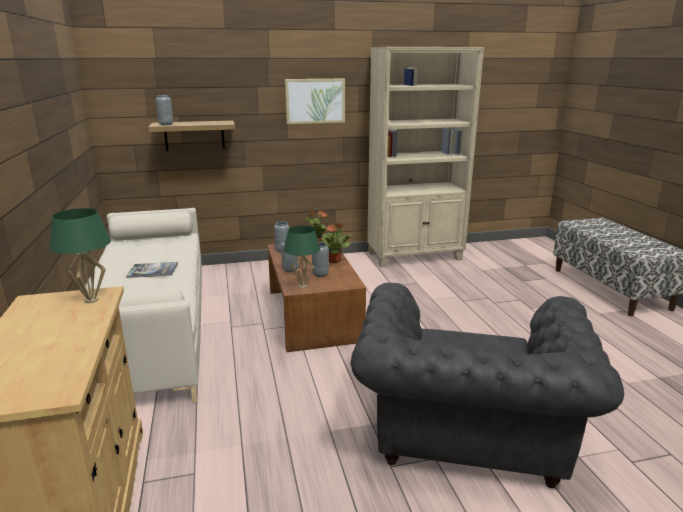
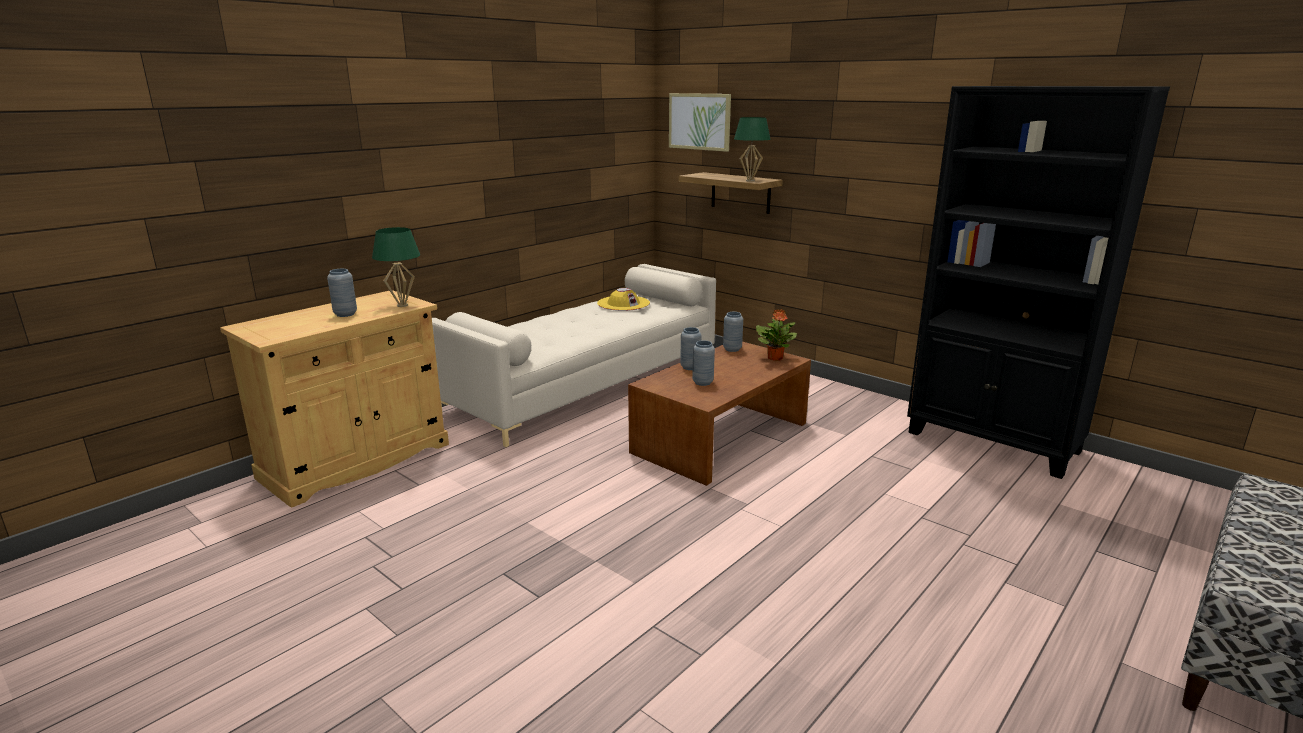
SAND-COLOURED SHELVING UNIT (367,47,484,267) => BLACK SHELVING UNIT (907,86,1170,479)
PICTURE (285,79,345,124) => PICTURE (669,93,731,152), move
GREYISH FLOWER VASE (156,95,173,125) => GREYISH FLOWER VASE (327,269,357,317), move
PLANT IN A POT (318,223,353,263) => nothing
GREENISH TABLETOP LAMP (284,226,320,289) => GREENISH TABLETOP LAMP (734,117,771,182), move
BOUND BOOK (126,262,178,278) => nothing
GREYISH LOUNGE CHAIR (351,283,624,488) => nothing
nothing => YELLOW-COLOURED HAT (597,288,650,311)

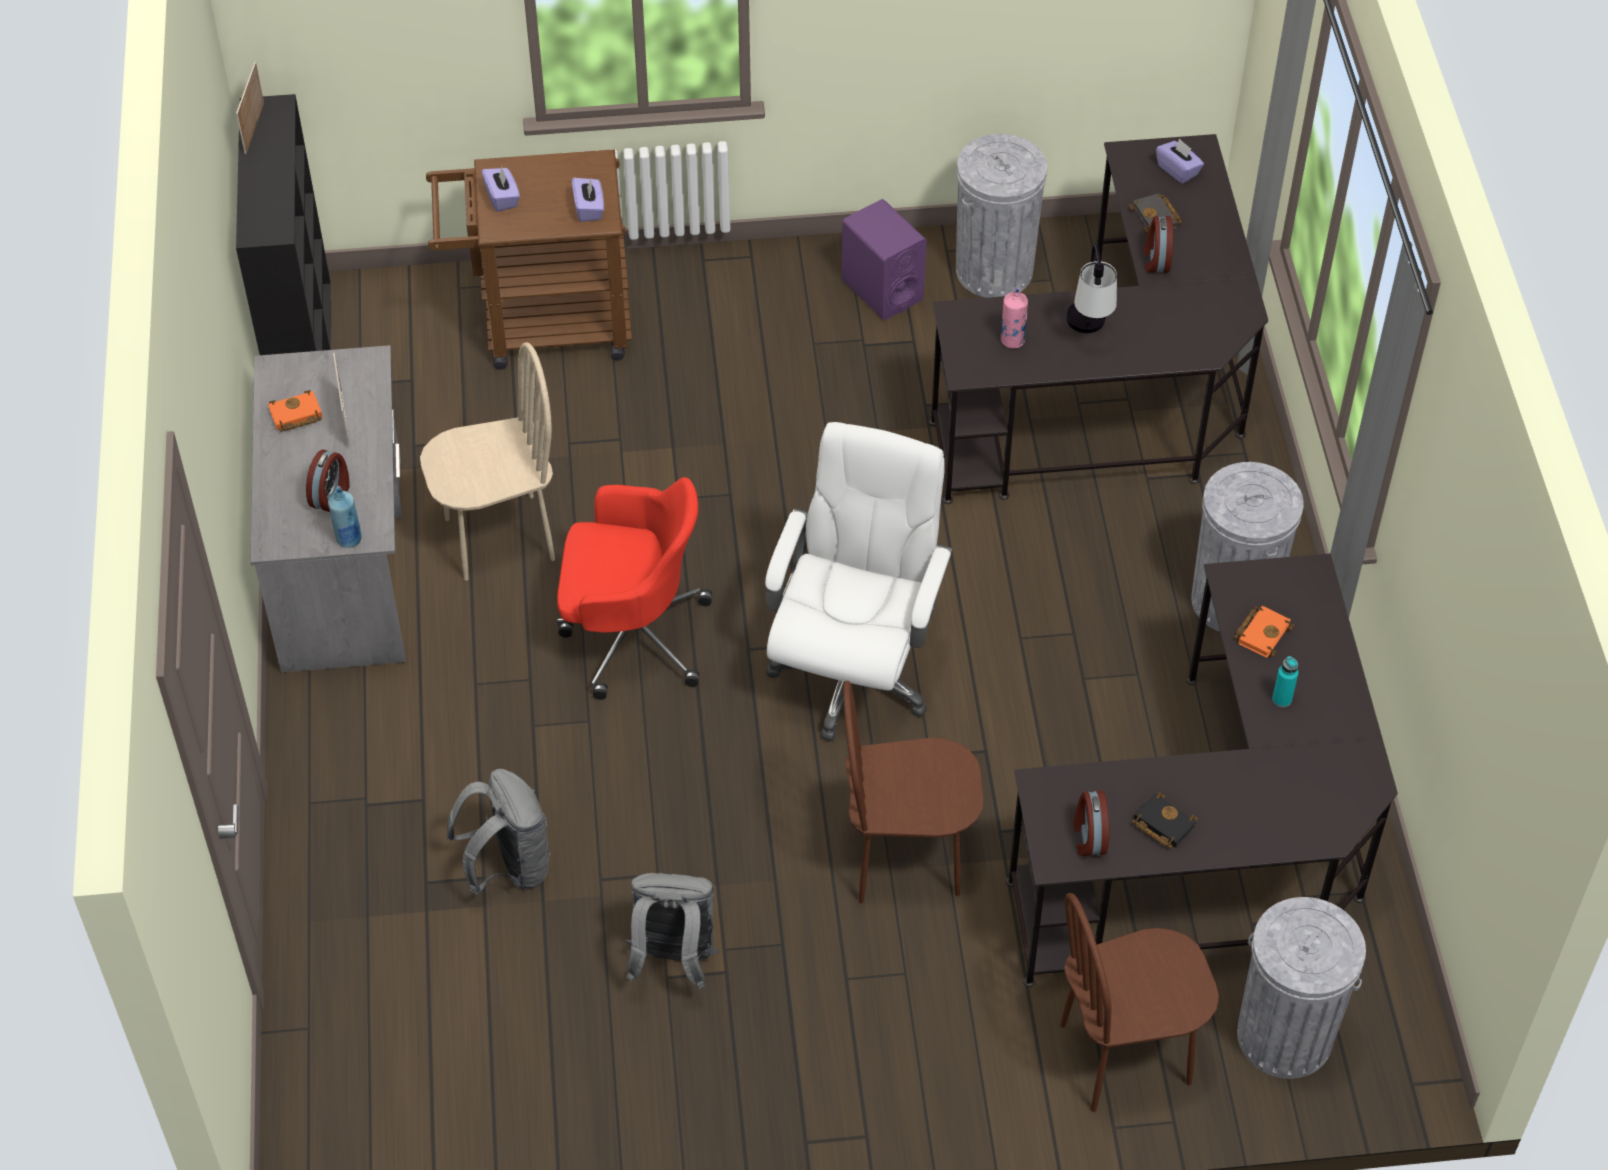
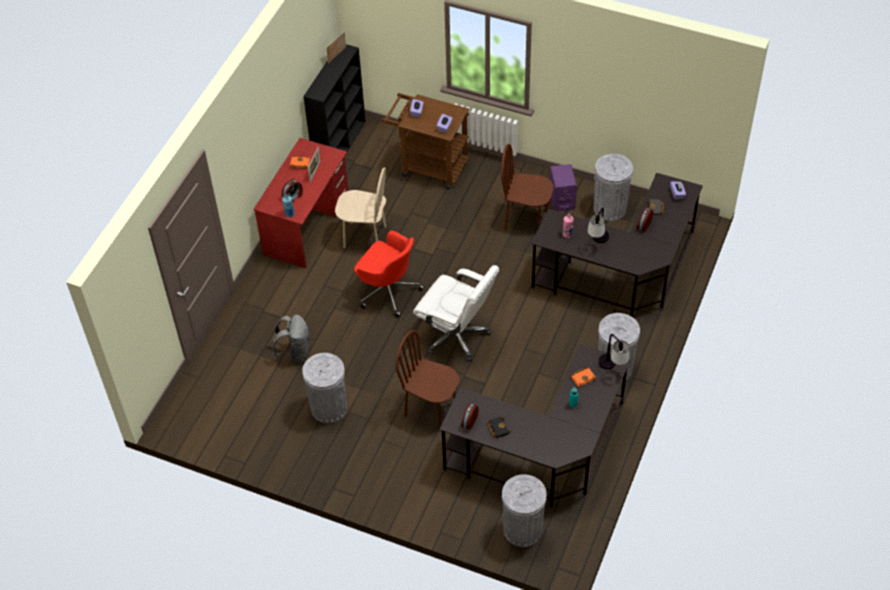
GREYISH DESK UNIT (250,345,406,673) => RED DESK UNIT (253,138,348,268)
WHITE OFFICE CHAIR (765,422,953,741) => WHITE OFFICE CHAIR (413,265,499,361), 75 degrees clockwise
GREYISH BACKPACK (625,873,718,989) => GREYISH TRASH CAN (302,353,347,423)
BROWN-COLOURED PLAIN CHAIR (1060,893,1219,1112) => BROWN-COLOURED PLAIN CHAIR (501,144,554,231), move
nothing => TABLETOP LAMP (599,334,629,369)

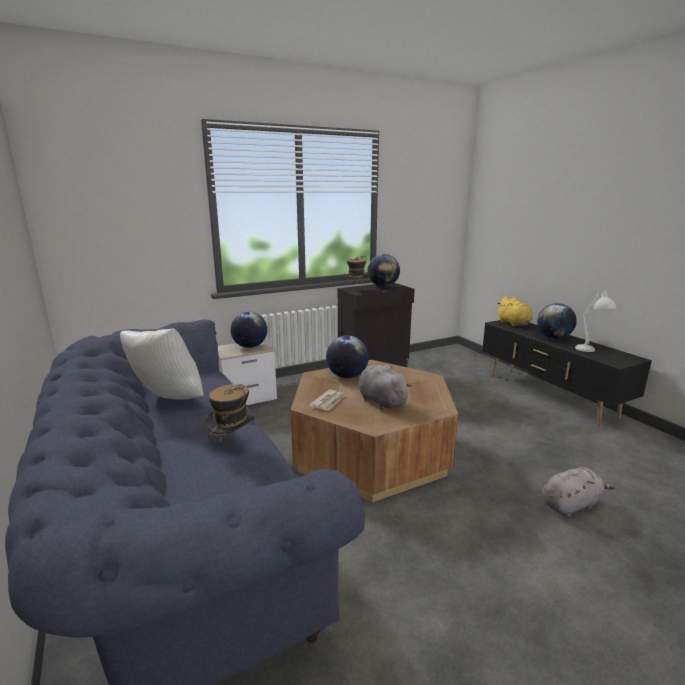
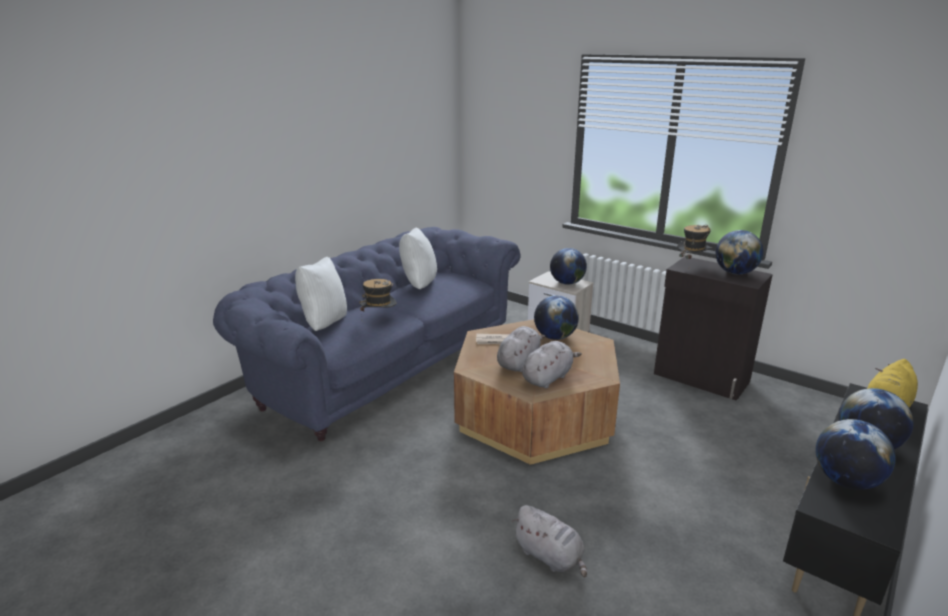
WHITE TABLETOP LAMP (575,288,616,352) => DESK GLOBE (815,419,896,490)
nothing => WHITE CUSHION (295,257,347,331)
nothing => GREYISH CUDDLY TOY (522,341,582,389)

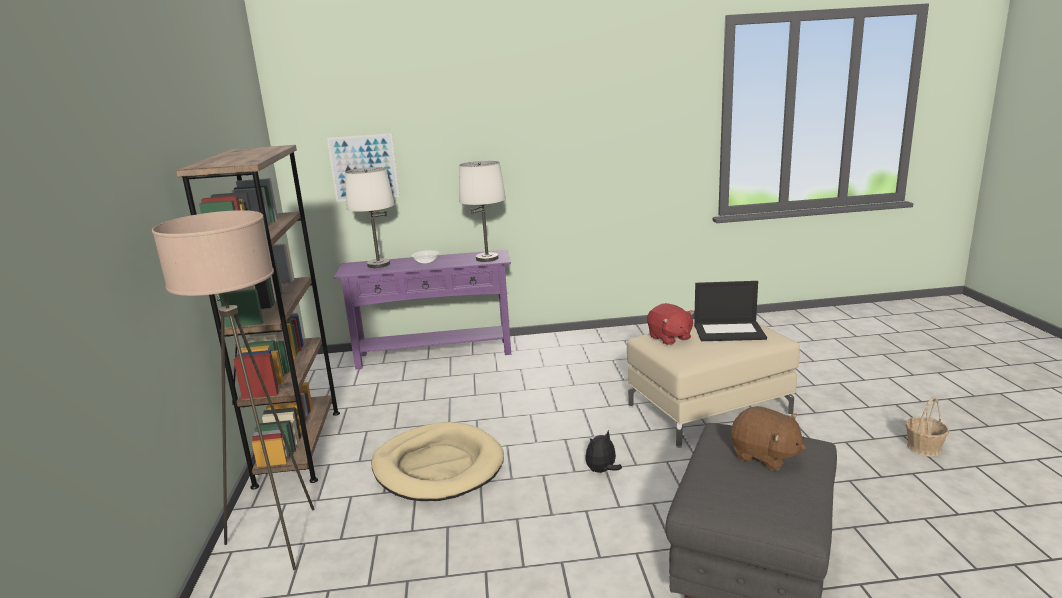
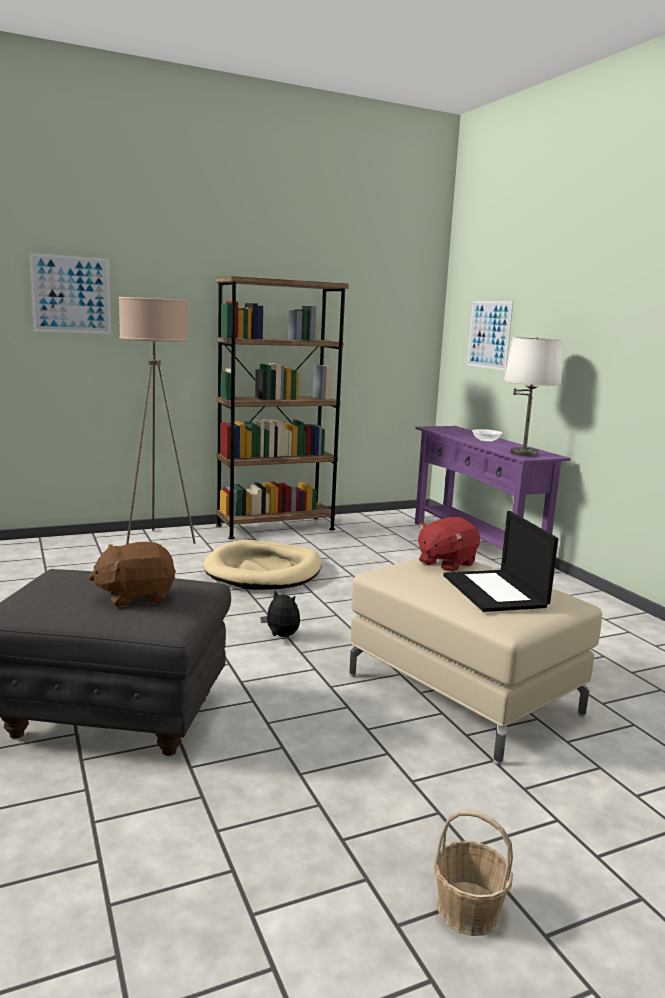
WHITE TABLETOP LAMP (345,167,395,268) => nothing
BROWN-COLOURED CUDDLY TOY (731,406,806,471) => BROWN-COLOURED CUDDLY TOY (89,542,176,607), 45 degrees clockwise
nothing => PICTURE (30,253,111,334)

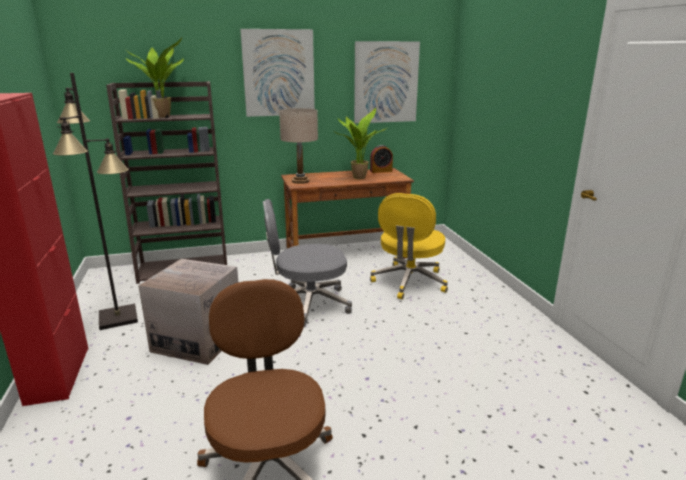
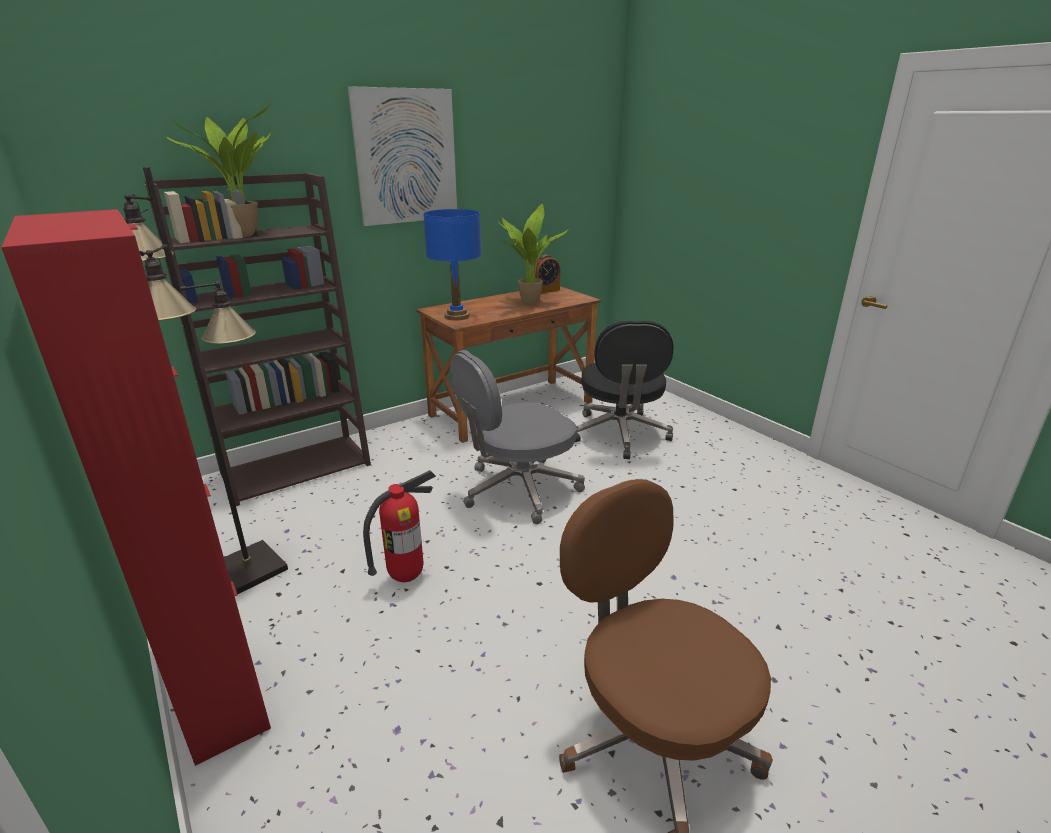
PICTURE (354,41,420,123) => nothing
SAND-COLOURED TABLETOP LAMP (279,108,318,184) => BLUE-COLOURED TABLETOP LAMP (423,209,481,320)
YELLOW-COLOURED OFFICE CHAIR (370,193,448,299) => BLACK OFFICE CHAIR (575,321,673,459)
PACKING BOX (138,259,239,365) => EXTINGUISHER (363,470,436,582)

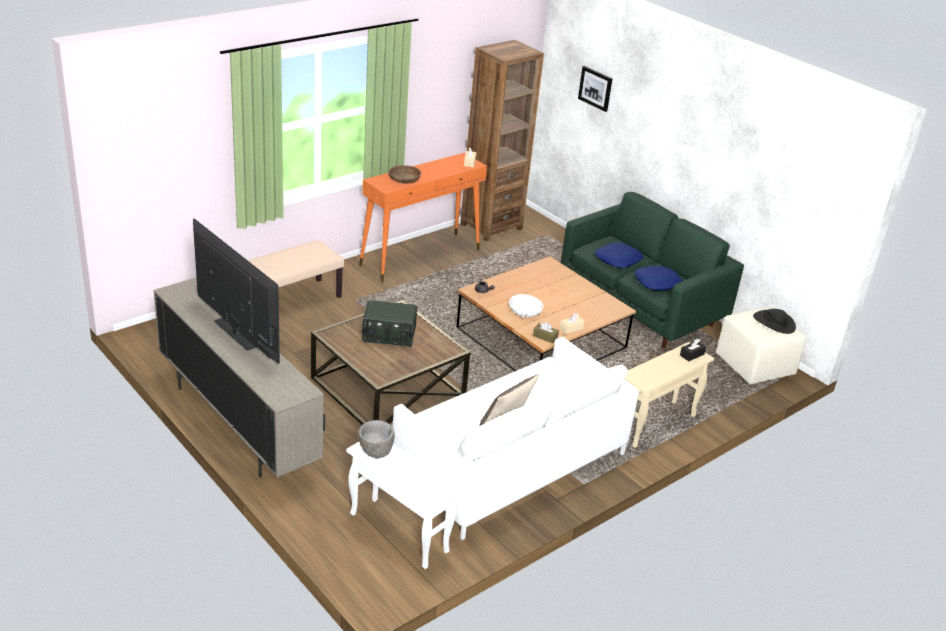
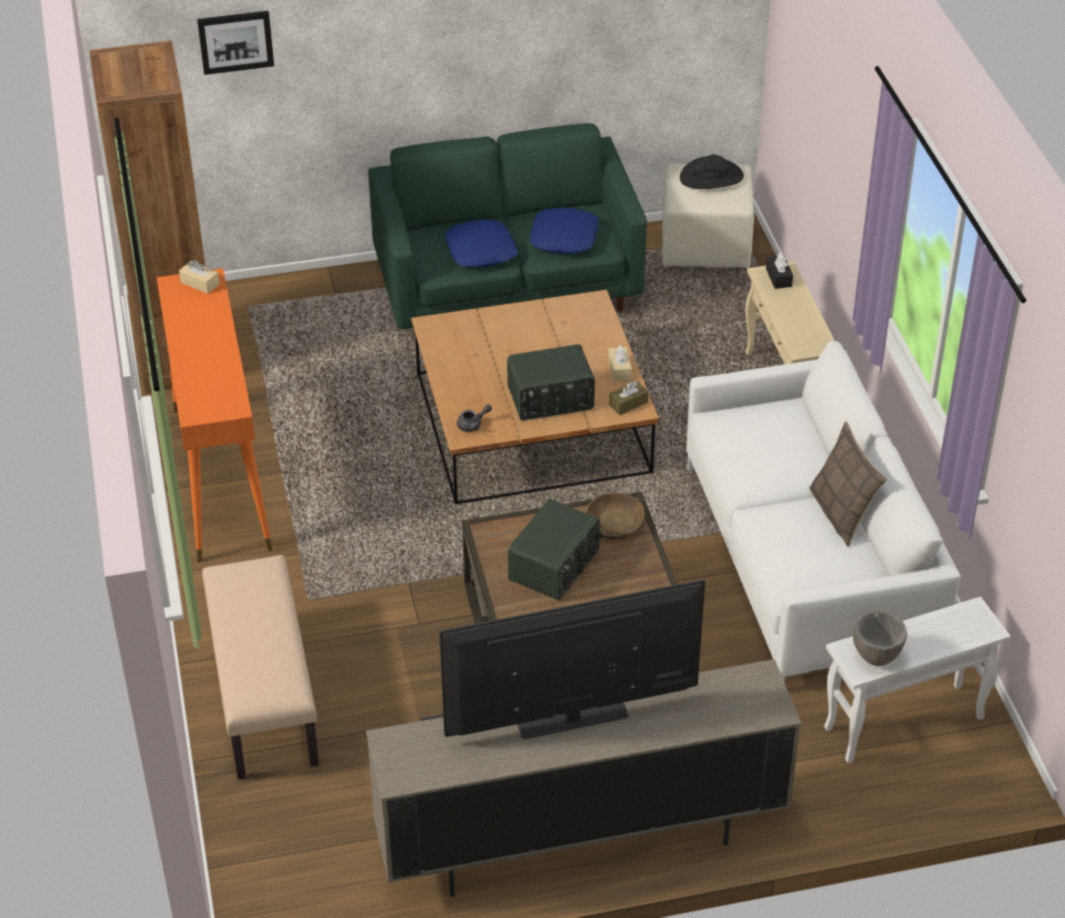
BROWN-COLOURED DEEP DISH (389,165,421,183) => BROWN-COLOURED DEEP DISH (585,493,645,540), move
WHITE DEEP DISH (509,294,543,319) => RADIO SET (507,344,595,421)

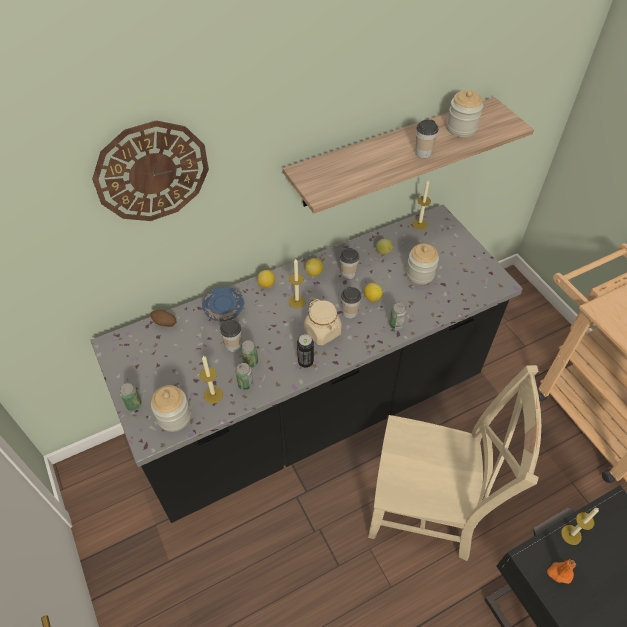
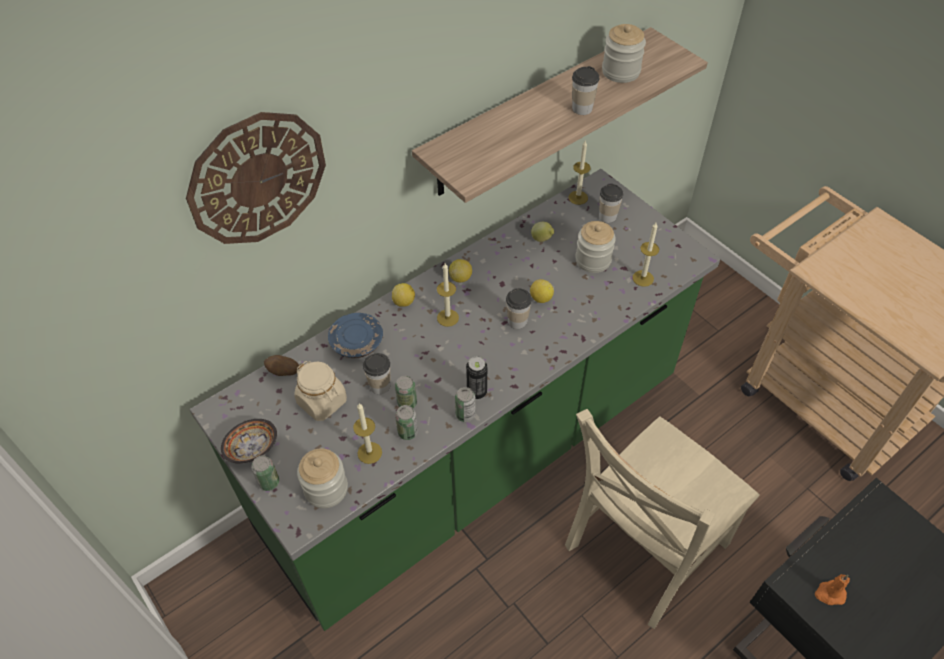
BLACK COUNTER (90,205,523,523) => GREENISH COUNTER (190,169,720,631)
DRINKING CUP (340,248,359,279) => DRINKING CUP (599,183,623,223), move
SAND-COLOURED STORAGE JAR (304,299,342,345) => SAND-COLOURED STORAGE JAR (295,361,347,421), move
CAN (389,303,406,330) => CAN (455,387,476,422), move
SAND-COLOURED PLAIN CHAIR (368,365,541,561) => SAND-COLOURED PLAIN CHAIR (565,409,760,629), 135 degrees clockwise
CANDLE (561,508,599,545) => CANDLE (632,223,659,287), move
nothing => DEEP DISH (221,419,277,464)

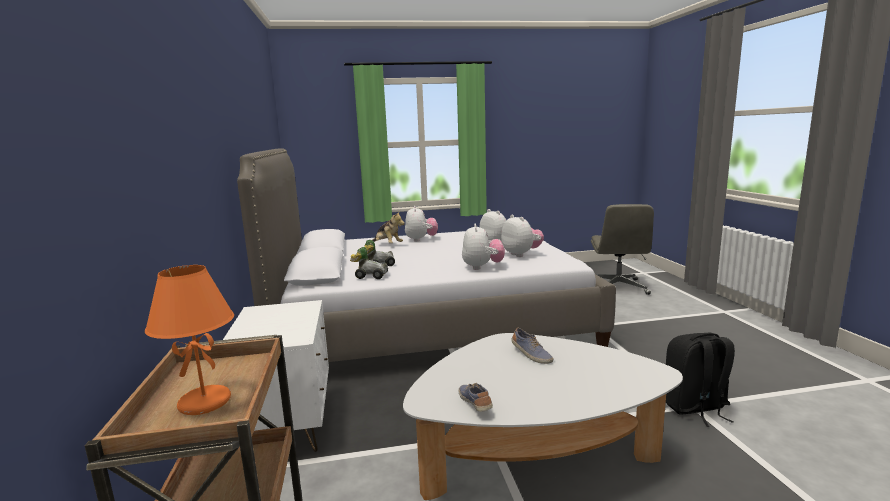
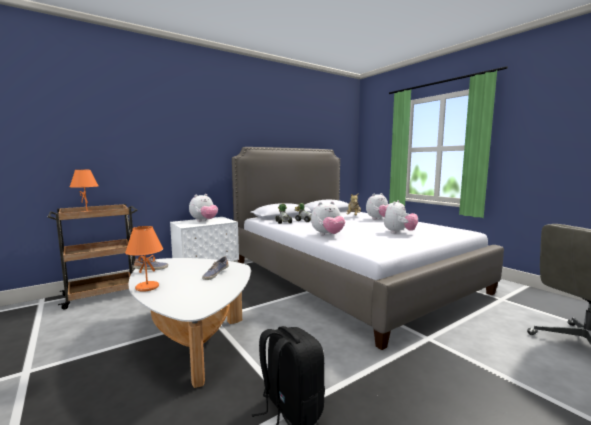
CUDDLY TOY (501,214,544,257) => CUDDLY TOY (189,194,218,222), move
nothing => ORANGE TABLETOP LAMP (125,226,163,292)

